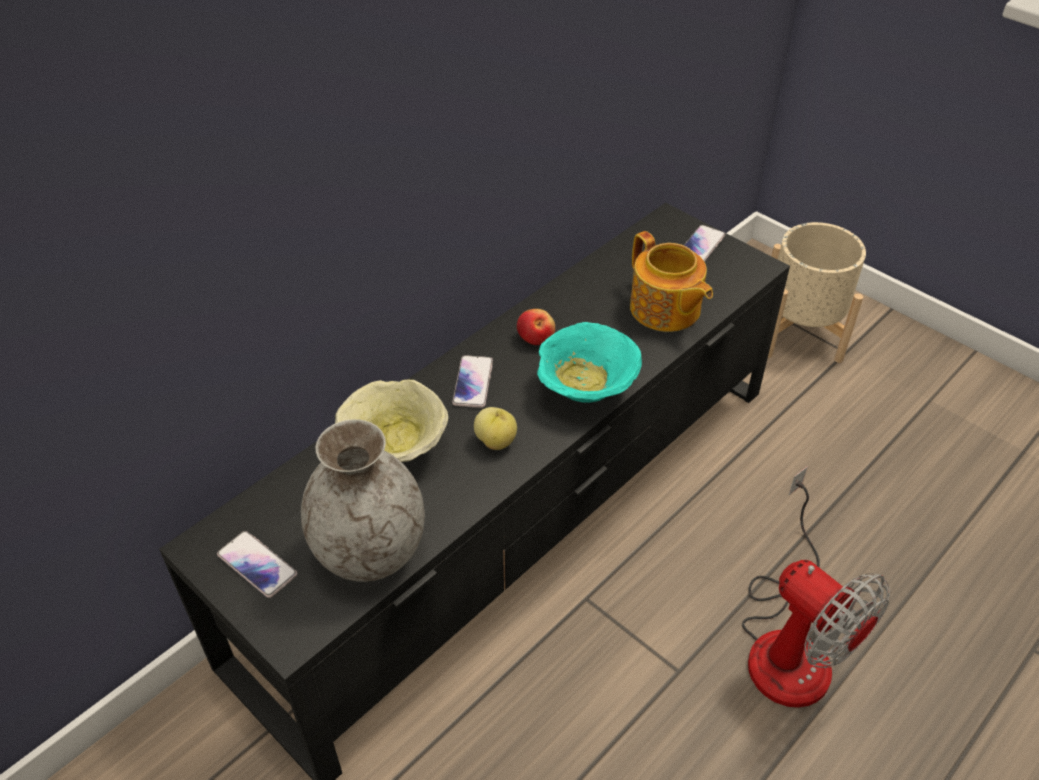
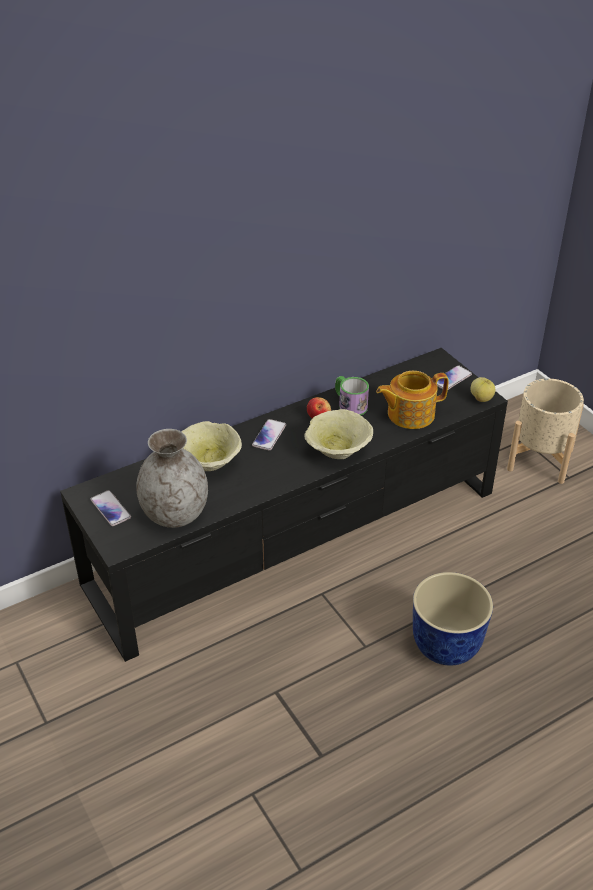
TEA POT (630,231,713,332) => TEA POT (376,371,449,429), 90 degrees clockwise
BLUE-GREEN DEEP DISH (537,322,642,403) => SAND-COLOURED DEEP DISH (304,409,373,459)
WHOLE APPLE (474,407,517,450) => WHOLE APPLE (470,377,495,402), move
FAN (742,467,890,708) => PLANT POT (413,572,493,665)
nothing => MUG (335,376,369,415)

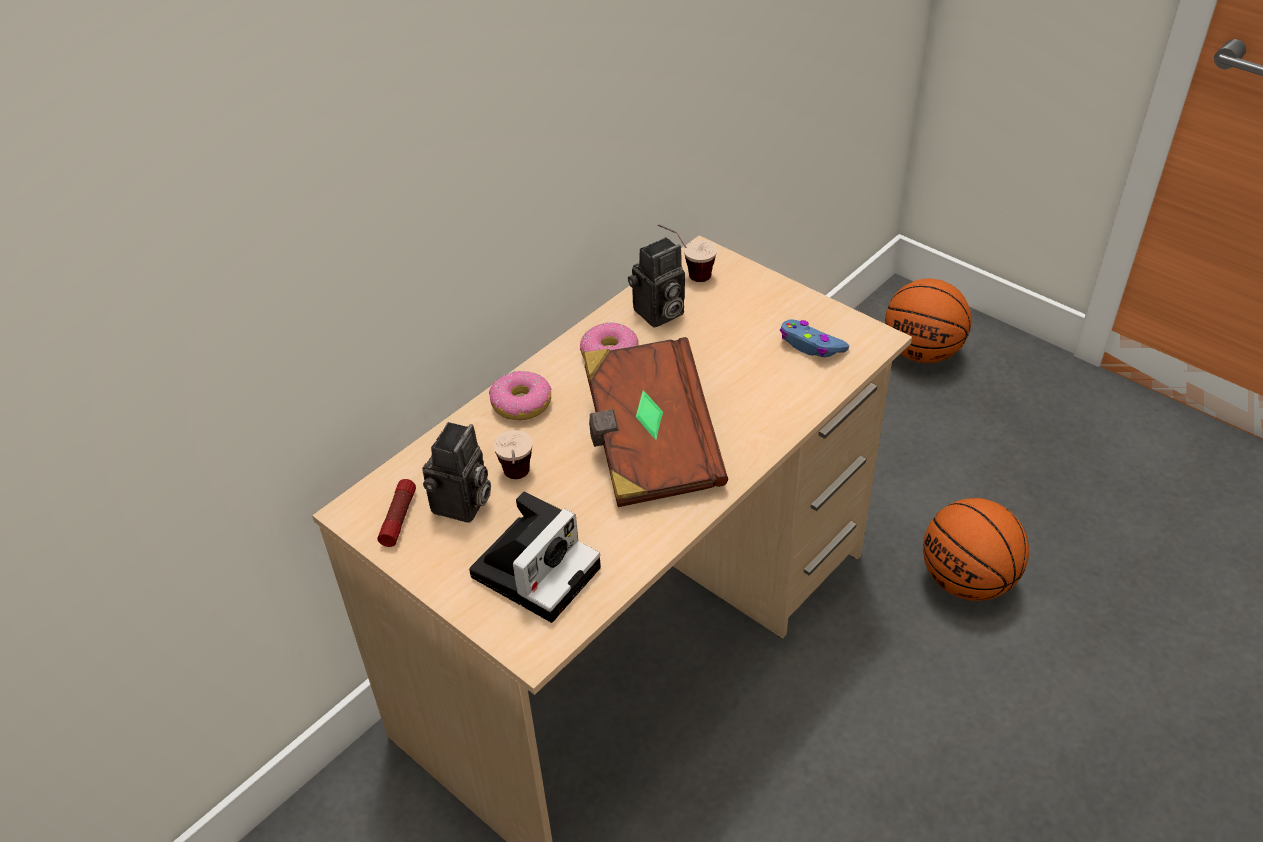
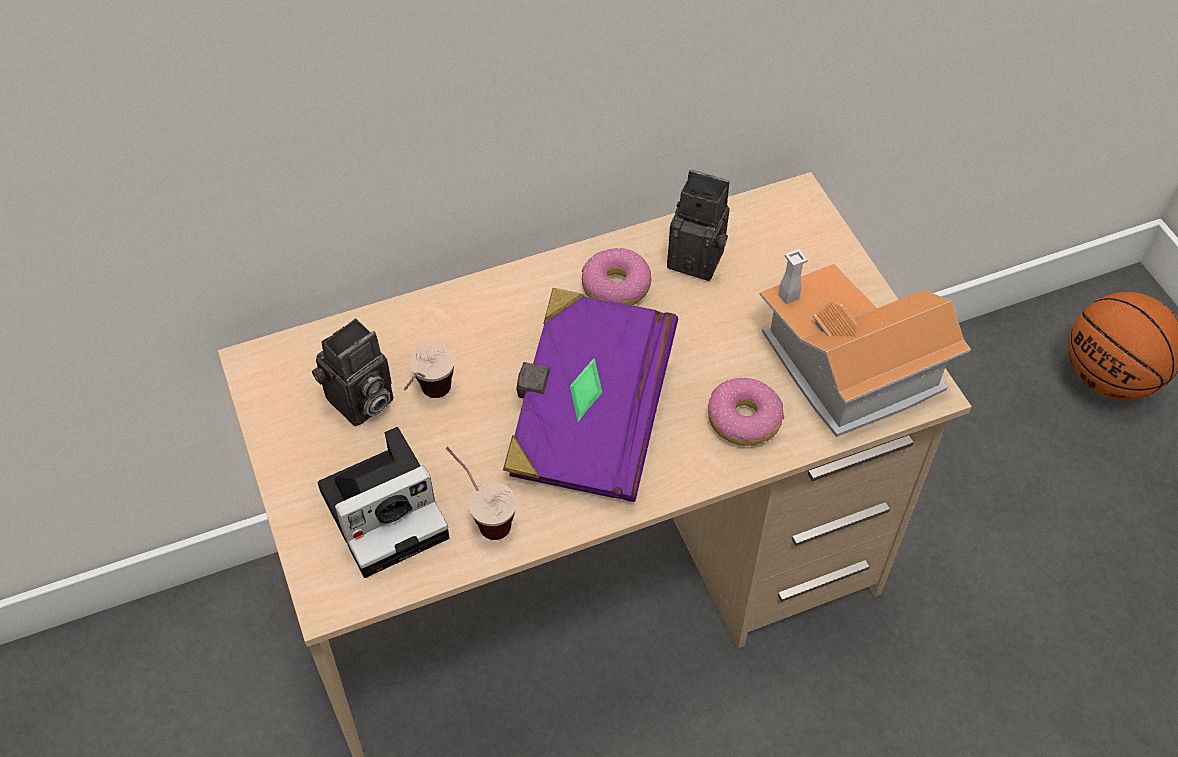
DRINKING CUP (657,224,717,282) => DRINKING CUP (446,447,517,540), move
PHOTO CAMERA (628,237,685,328) => PHOTO CAMERA (667,170,730,281), 150 degrees counterclockwise
BLUE-COLOURED GAME CONTROLLER (780,319,849,358) => TOY HOUSE (759,249,971,437)
BROWN-COLOURED BOUND BOOK (583,337,728,507) => PURPLE BOUND BOOK (503,288,678,502)
DOUGHNUT (489,371,552,420) => DOUGHNUT (708,378,784,446), move
FLASHLIGHT (377,479,416,547) => nothing
BASKETBALL BALL (923,498,1029,601) => nothing

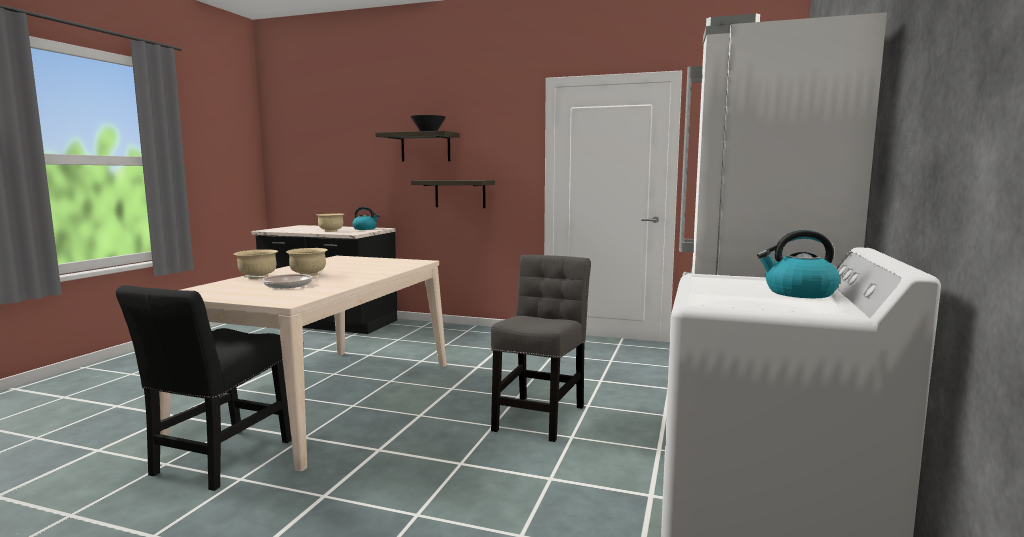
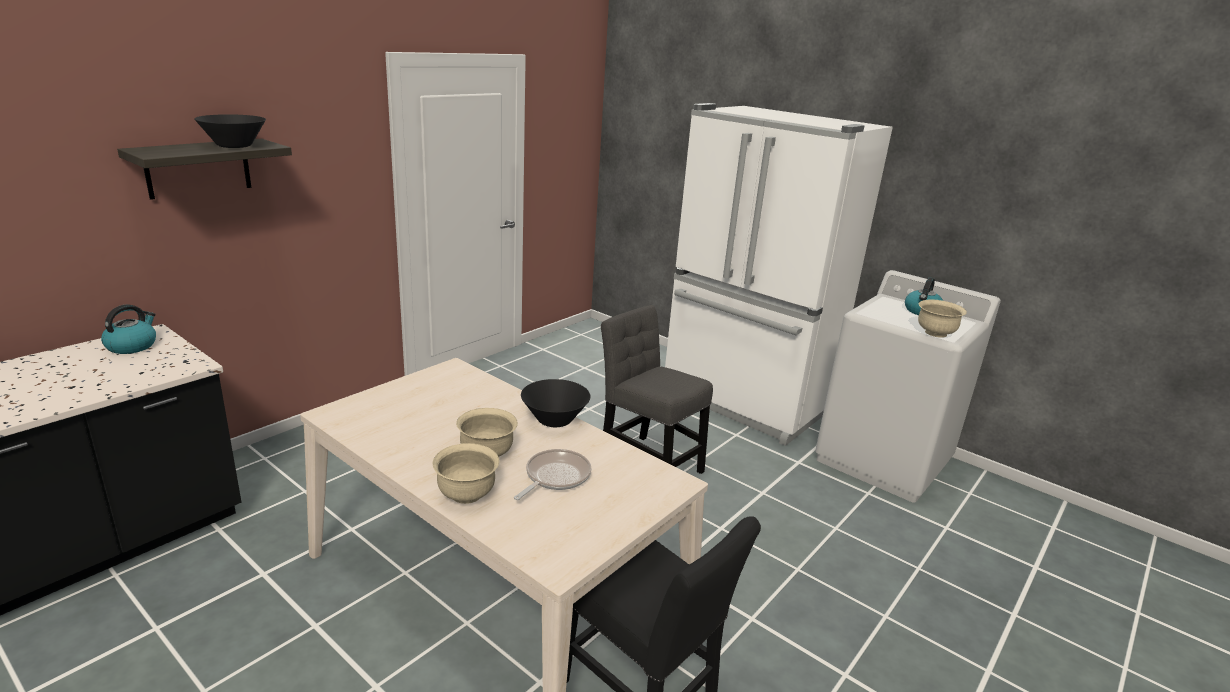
WALL SHELF (411,180,495,208) => nothing
SAND-COLOURED DEEP DISH (316,213,344,232) => SAND-COLOURED DEEP DISH (918,299,967,338), move
nothing => BLACK DEEP DISH (521,379,591,427)

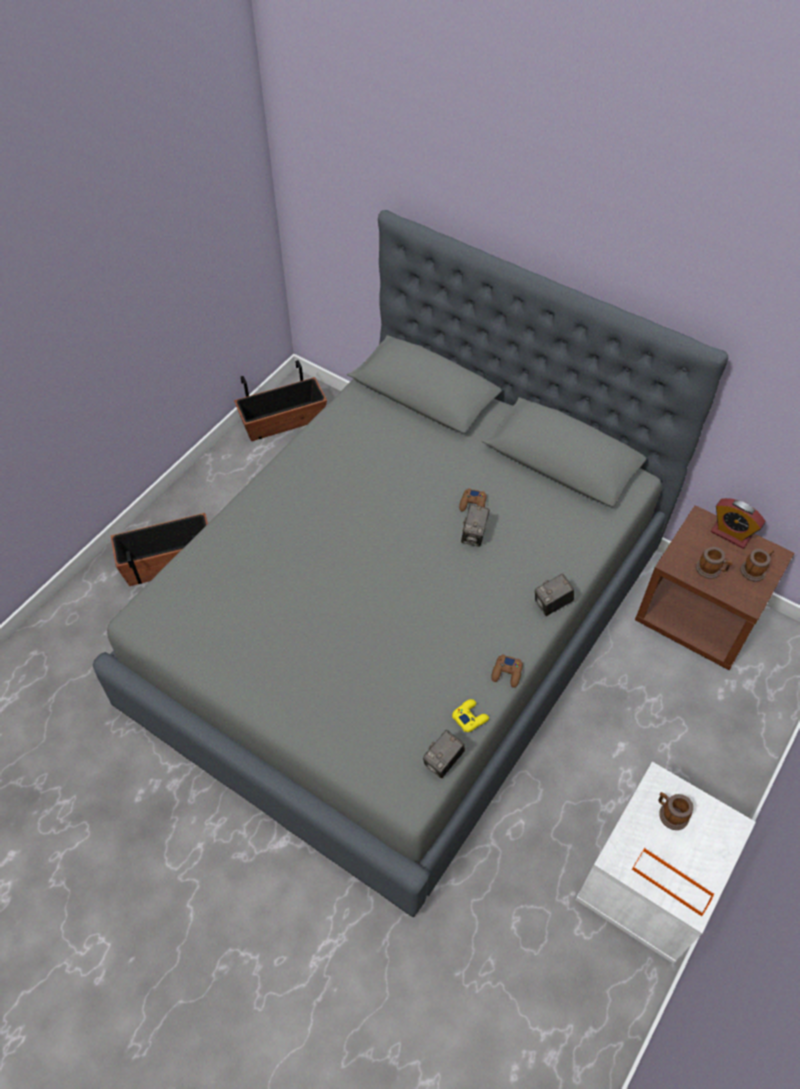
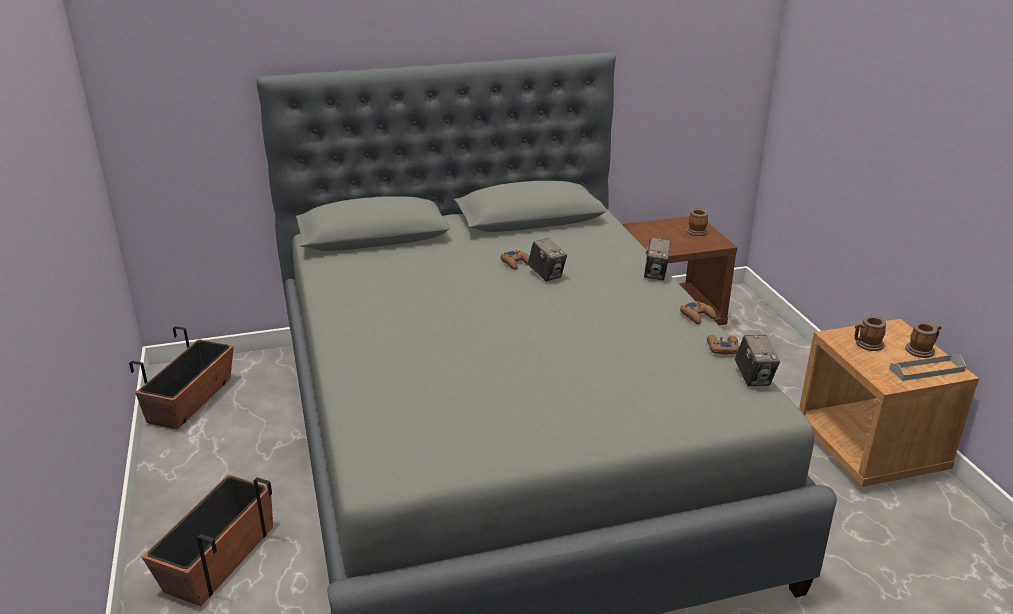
BEDSIDE CLOCK (711,498,765,549) => nothing
MUG (696,547,733,579) => MUG (906,322,942,358), move
YELLOW-COLOURED GAME CONTROLLER (452,699,489,732) => BROWN-COLOURED GAME CONTROLLER (707,335,739,355)
WHITE BEDSIDE TABLE (575,762,756,964) => BROWN-COLOURED BEDSIDE TABLE (799,319,979,487)
ORANGE TRAY (632,848,714,916) => GREYISH TRAY (889,354,966,381)

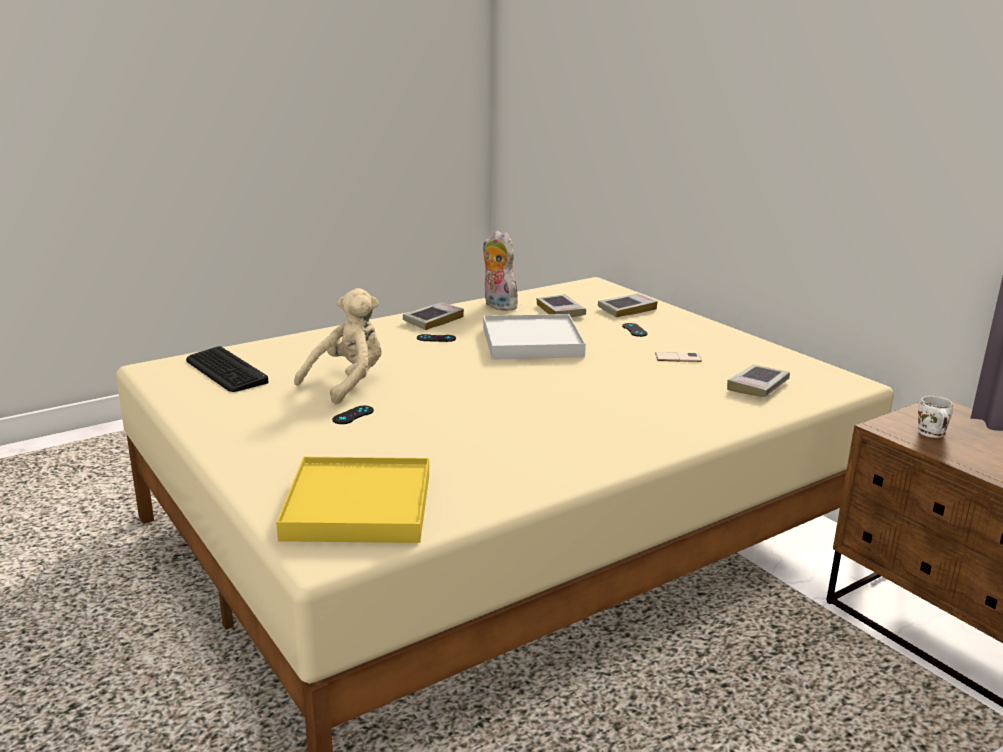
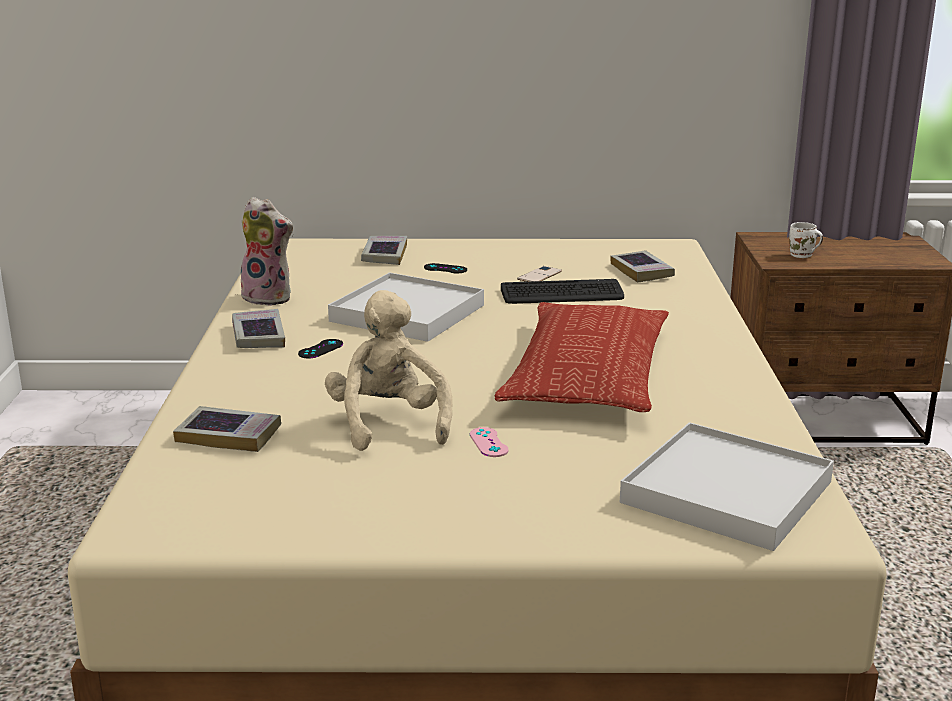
CUDDLY TOY (483,230,518,311) => CUDDLY TOY (241,197,294,306), 150 degrees counterclockwise
BOUND BOOK (537,294,586,318) => BOUND BOOK (173,406,281,452), move
KEYBOARD (186,346,269,392) => KEYBOARD (501,279,624,304), move
BLACK GAME CONTROLLER (332,406,374,424) => PINK-COLOURED GAME CONTROLLER (470,427,509,457)
YELLOW-COLOURED TRAY (276,457,429,543) => WHITE TRAY (620,422,834,551)
nothing => CUSHION (495,302,669,412)

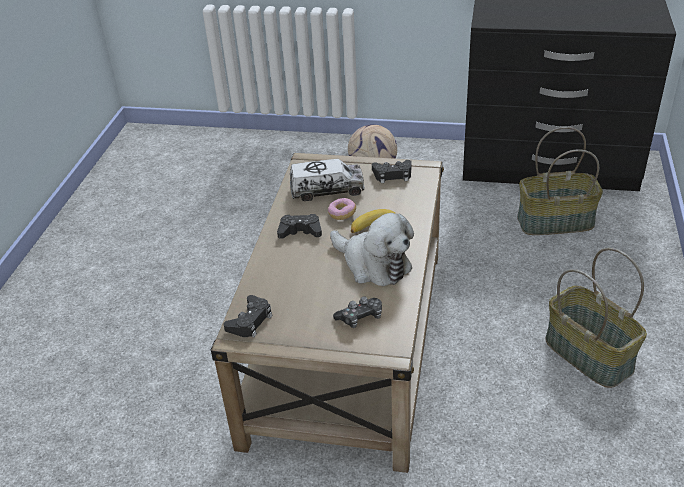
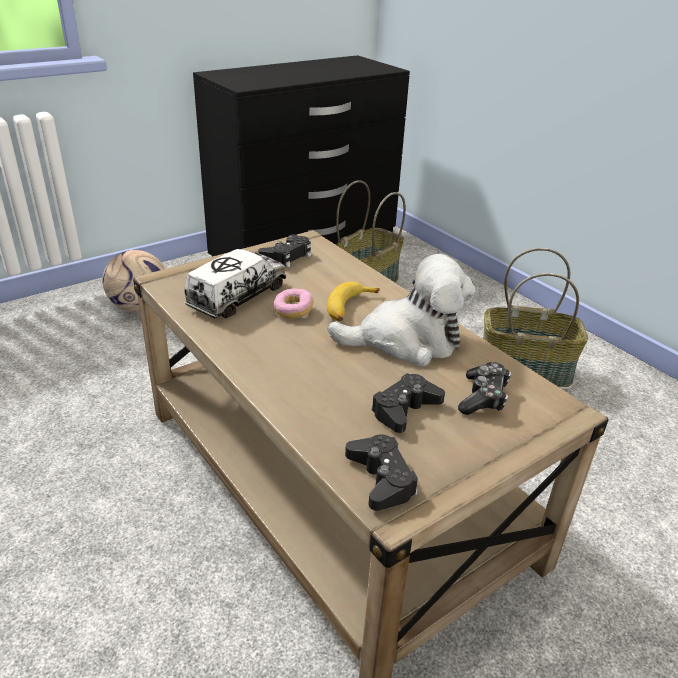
BLACK GAME CONTROLLER (277,214,322,239) => BLACK GAME CONTROLLER (371,373,445,433), move

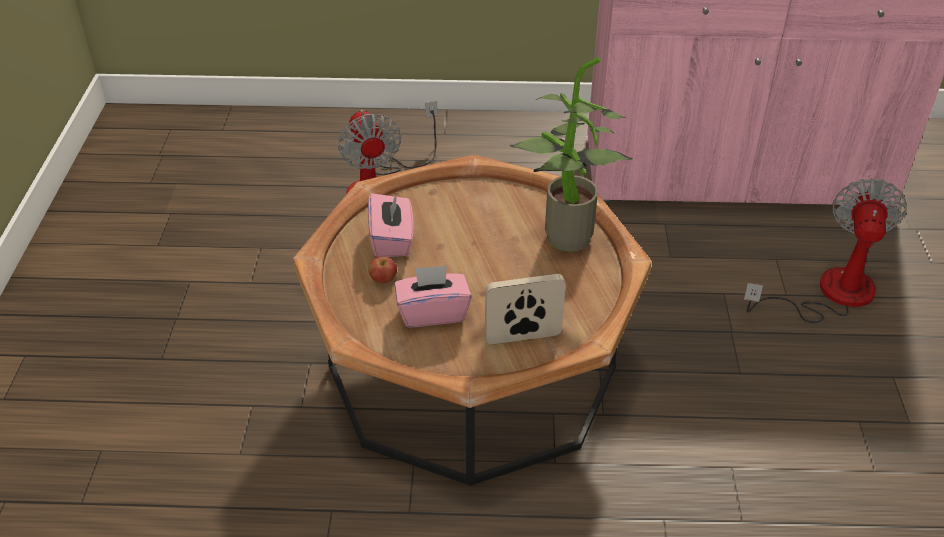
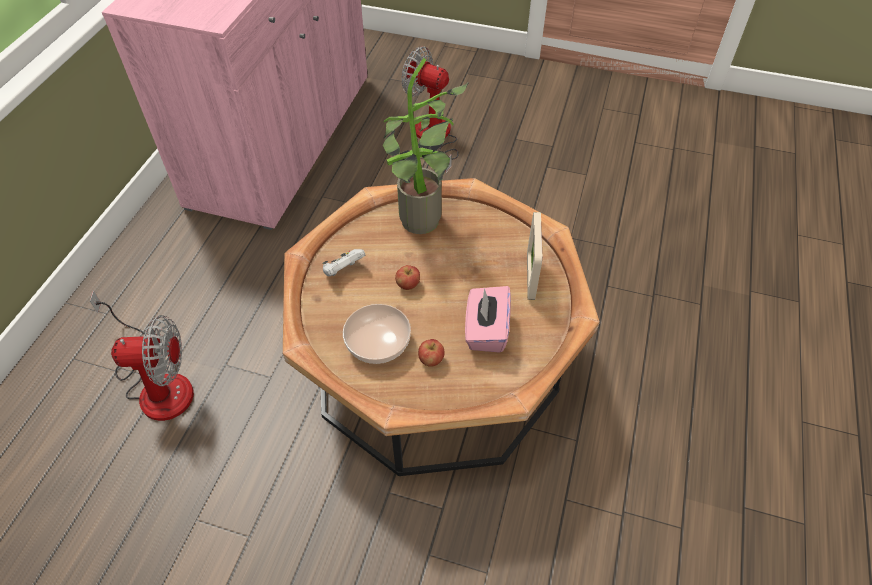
PINK-COLOURED BOX OF TISSUES (368,192,413,258) => DEEP DISH (343,304,411,364)
nothing => WHITE GAME CONTROLLER (322,249,365,276)
nothing => WHOLE APPLE (395,265,420,290)

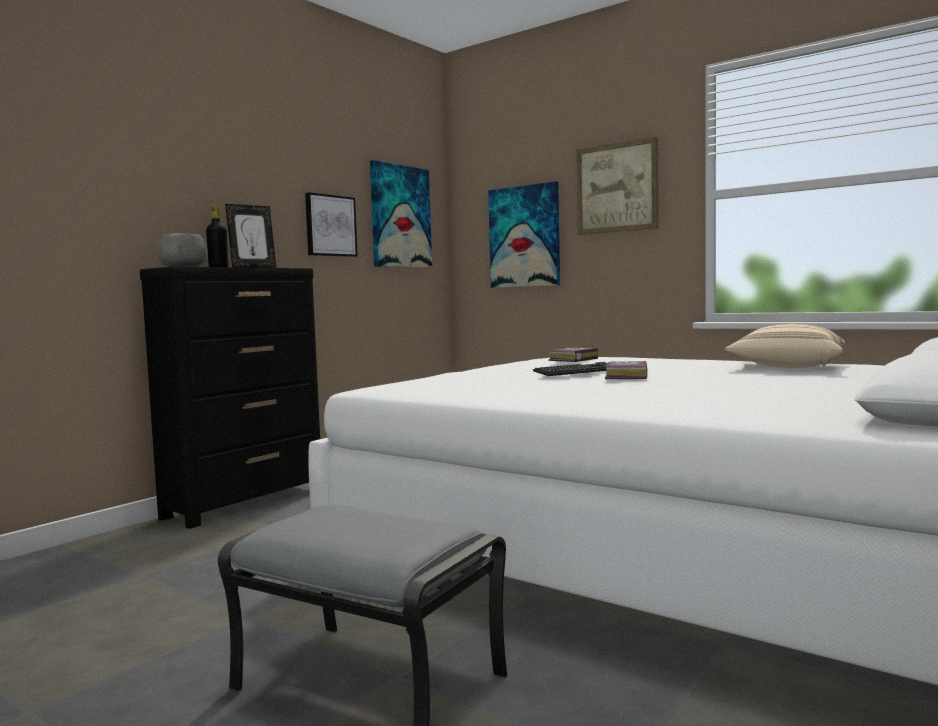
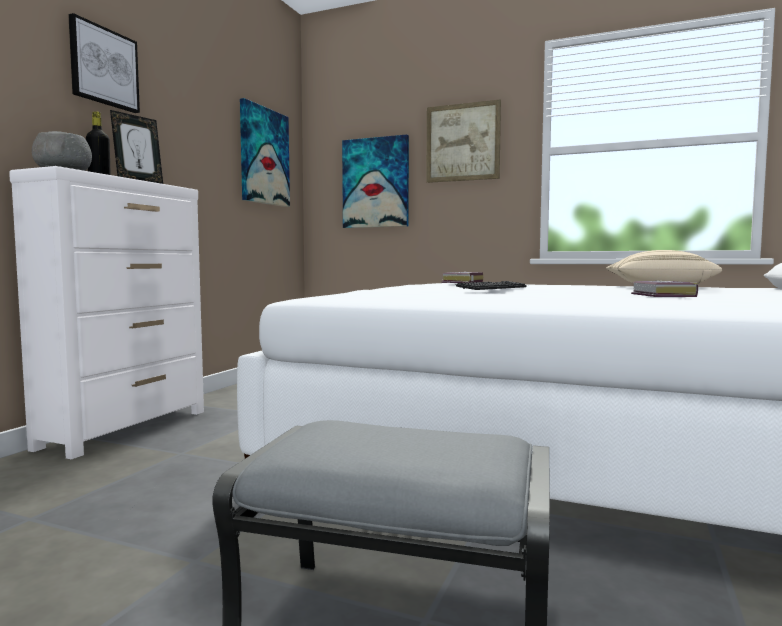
PICTURE (305,192,358,257) => PICTURE (68,13,140,113), move
BLACK CHEST OF DRAWERS (140,266,320,529) => WHITE CHEST OF DRAWERS (9,166,204,459)
BOUND BOOK (605,361,648,379) => BOUND BOOK (631,281,698,297), move

